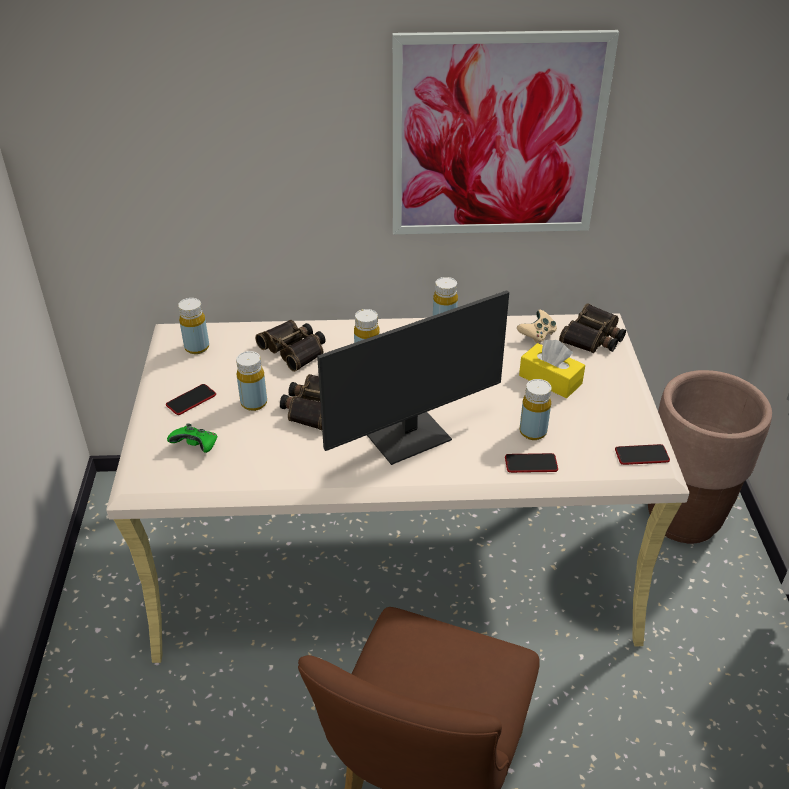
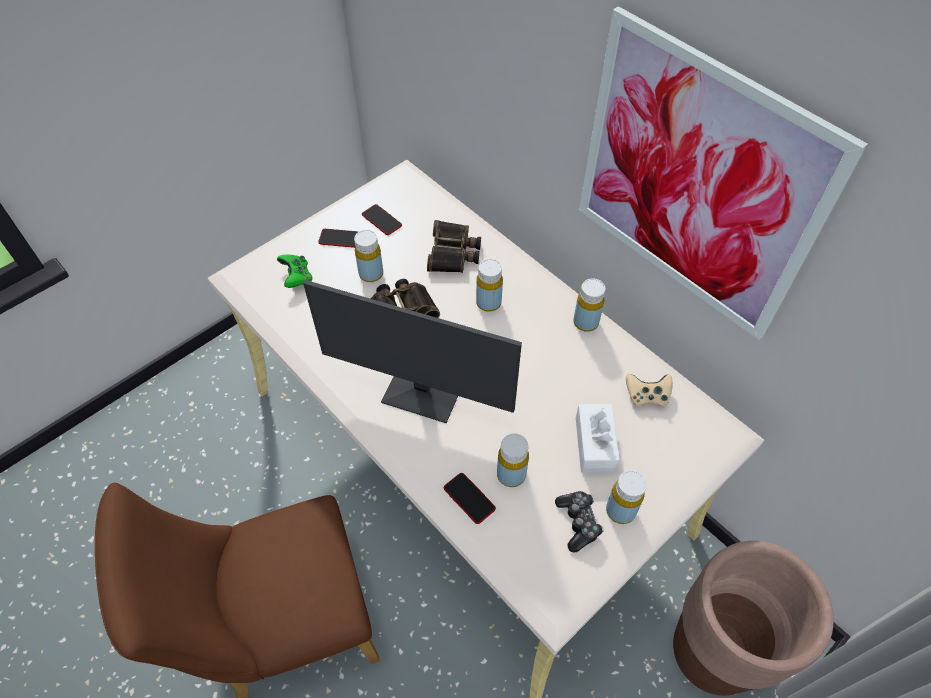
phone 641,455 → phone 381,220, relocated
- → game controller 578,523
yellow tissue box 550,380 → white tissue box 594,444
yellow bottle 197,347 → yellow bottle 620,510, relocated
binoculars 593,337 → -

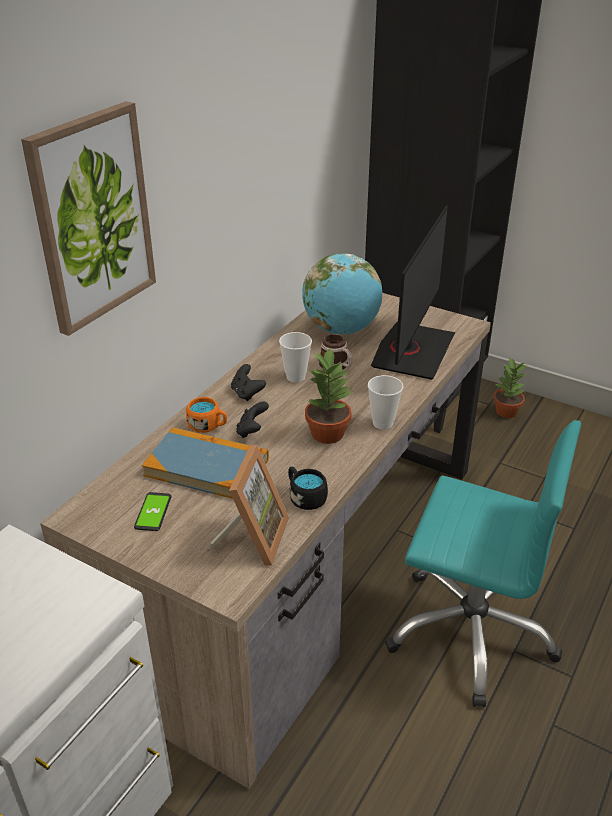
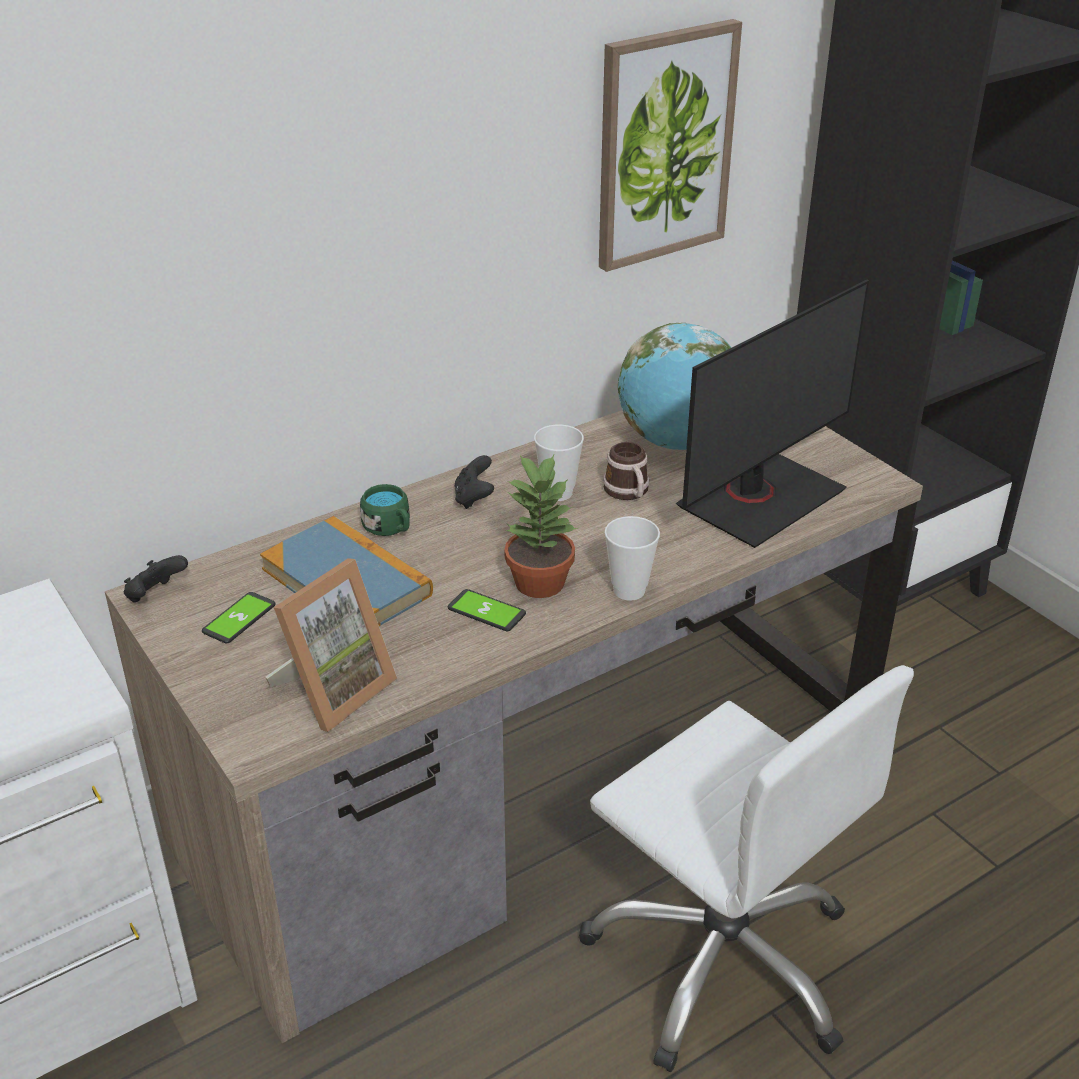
black game controller 252,431 → black game controller 155,596, relocated
orange mug 208,426 → green mug 390,528
- → phone 486,611
turquoise office chair 471,631 → white office chair 722,959
picture 92,218 → picture 664,145, relocated
black mug 305,497 → -
potted plant 506,412 → -

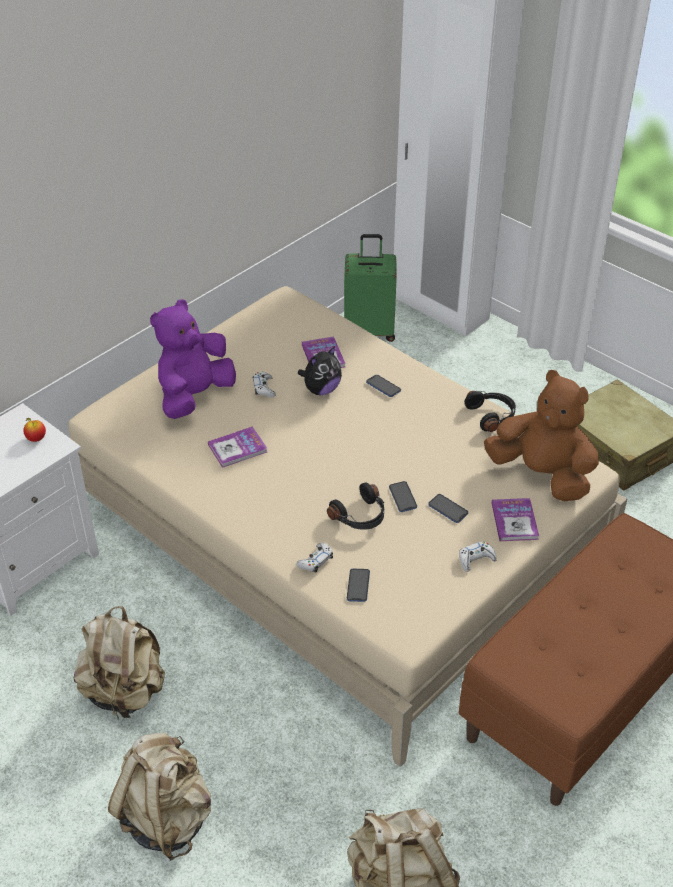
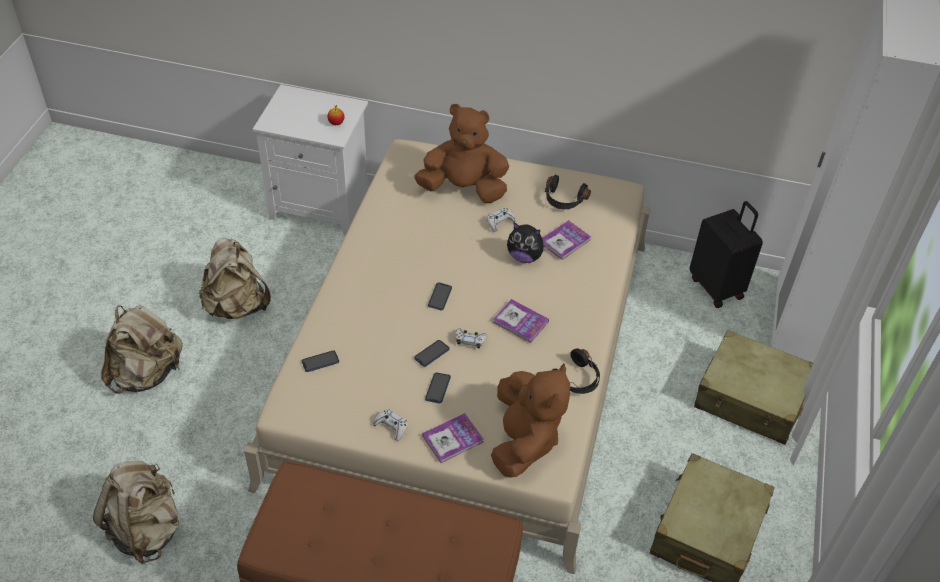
purple plush toy 194,396 → brown plush toy 463,189
phone 383,386 → phone 440,297, relocated
white game controller 315,561 → white game controller 470,340, relocated
book 237,448 → book 520,322, relocated
black headphones 360,516 → black headphones 563,200, relocated
green suitcase 370,331 → black suitcase 717,287
- → beige suitcase 751,399

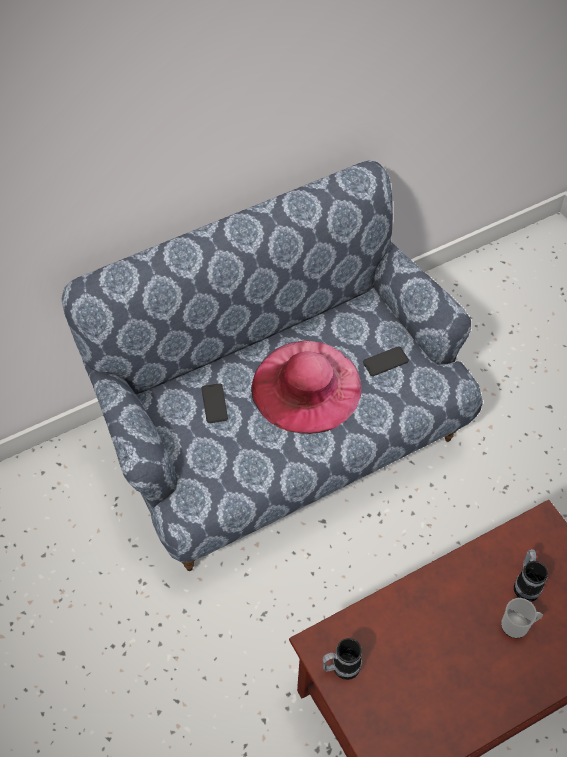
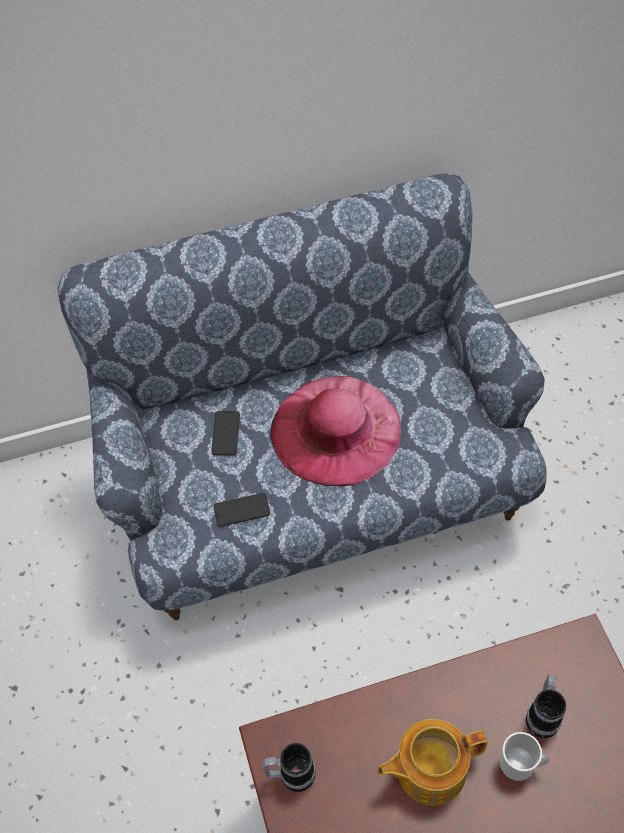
phone 385,361 → phone 241,510, relocated
- → teapot 429,769

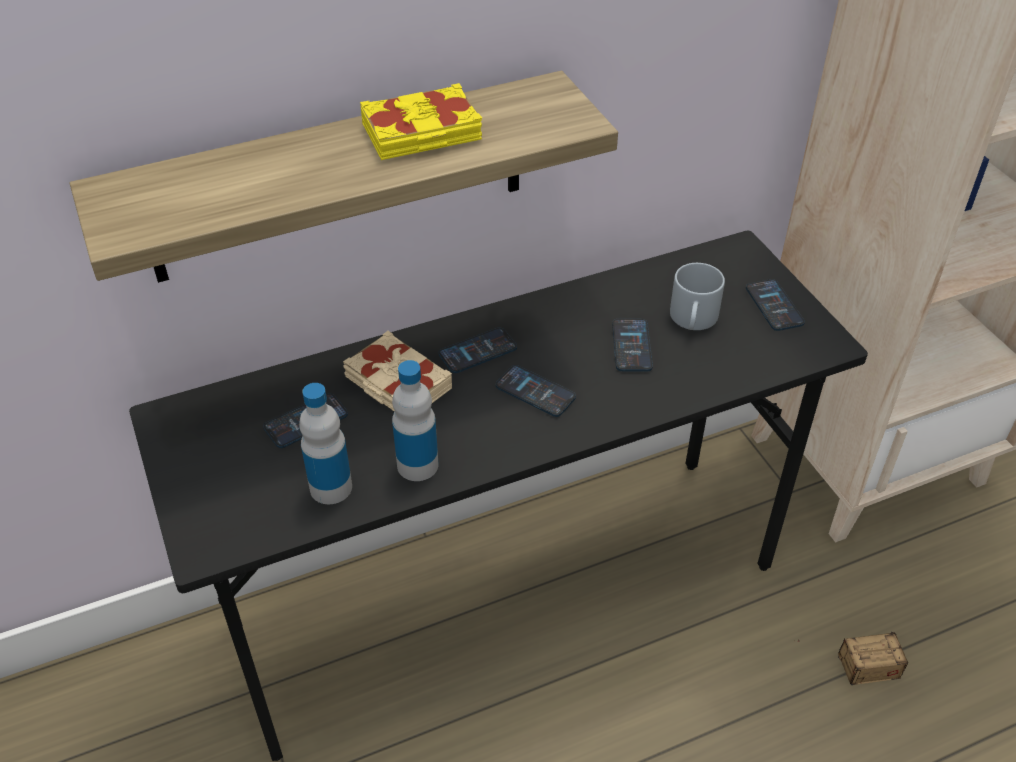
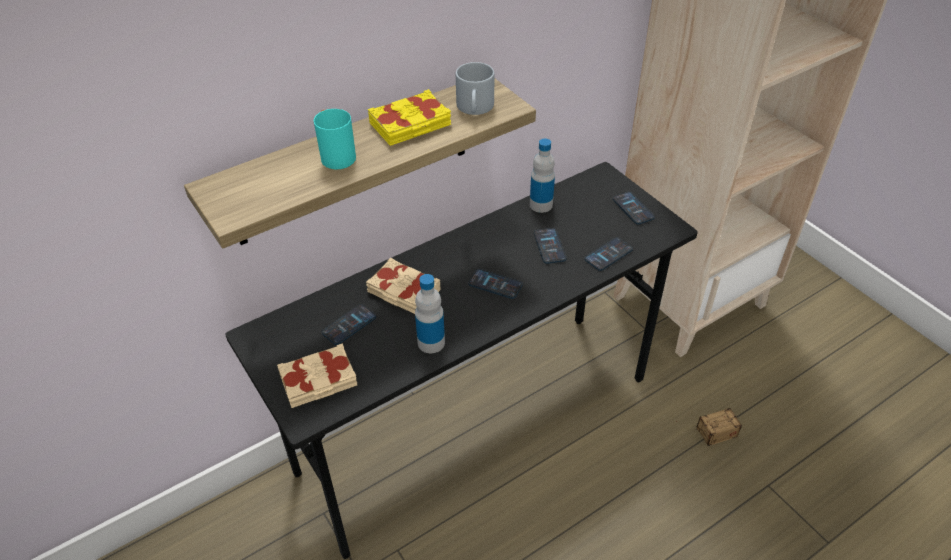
- → beige book 319,381
- → turquoise mug 335,155
grey mug 694,320 → grey mug 475,108, relocated
bottle 331,487 → bottle 541,205, relocated
phone 477,351 → phone 608,254, relocated

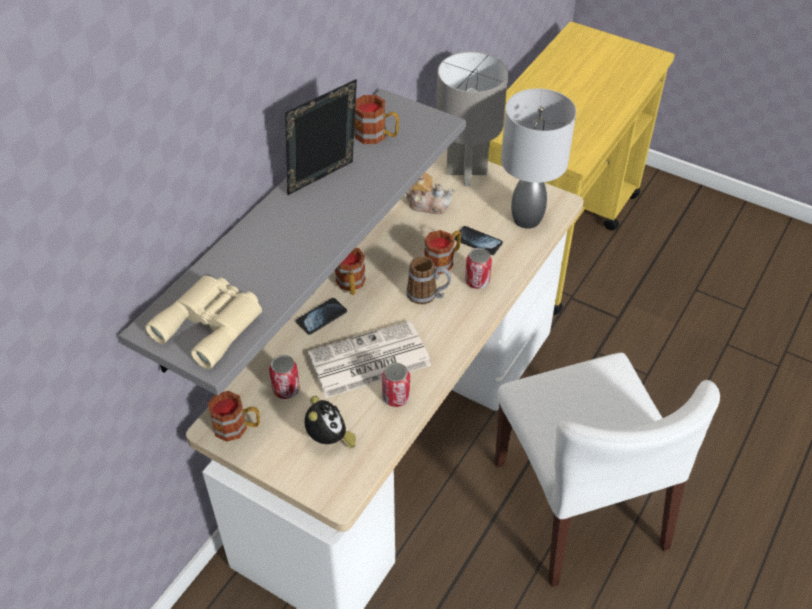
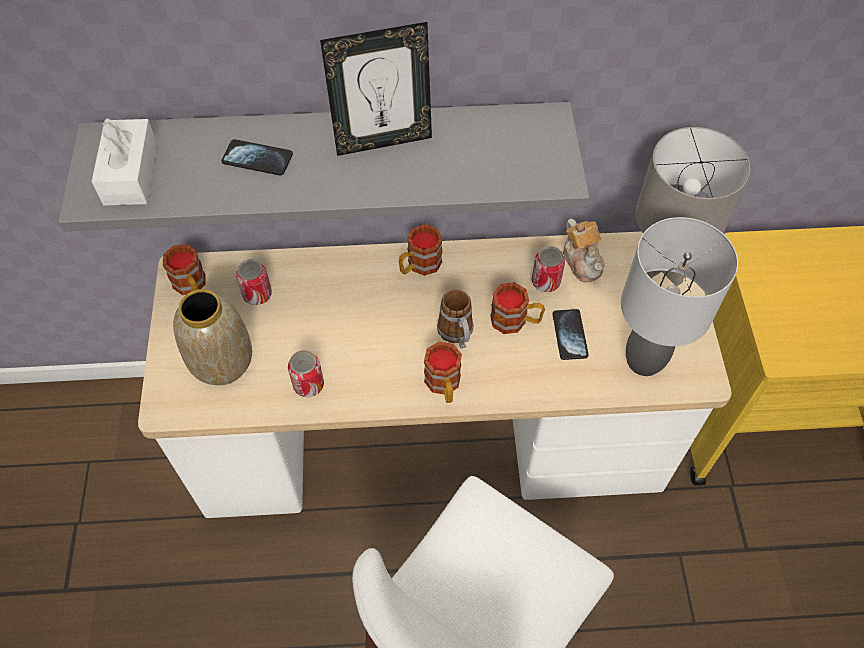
beige binoculars 212,324 → white tissue box 131,174
alarm clock 329,440 → vase 223,362
phone 321,317 → phone 257,159, relocated
picture frame 324,181 → picture frame 383,141, 150 degrees clockwise
mug 377,136 → mug 444,385, relocated
can 477,281 → can 545,282, relocated
newspaper 368,361 → -

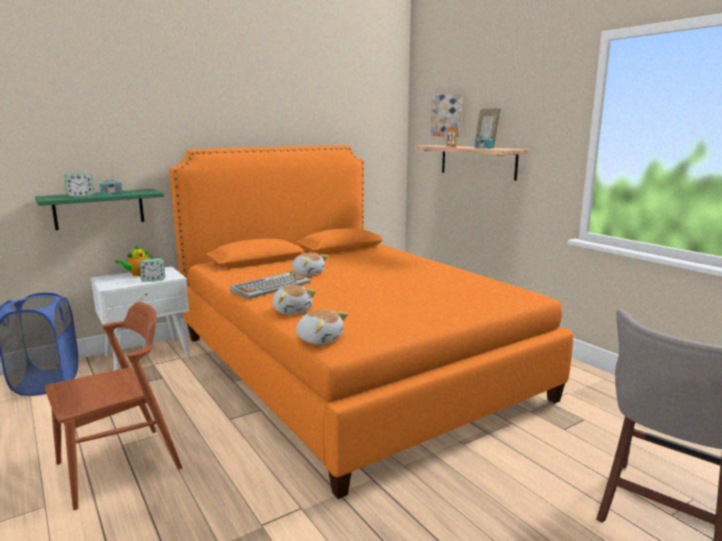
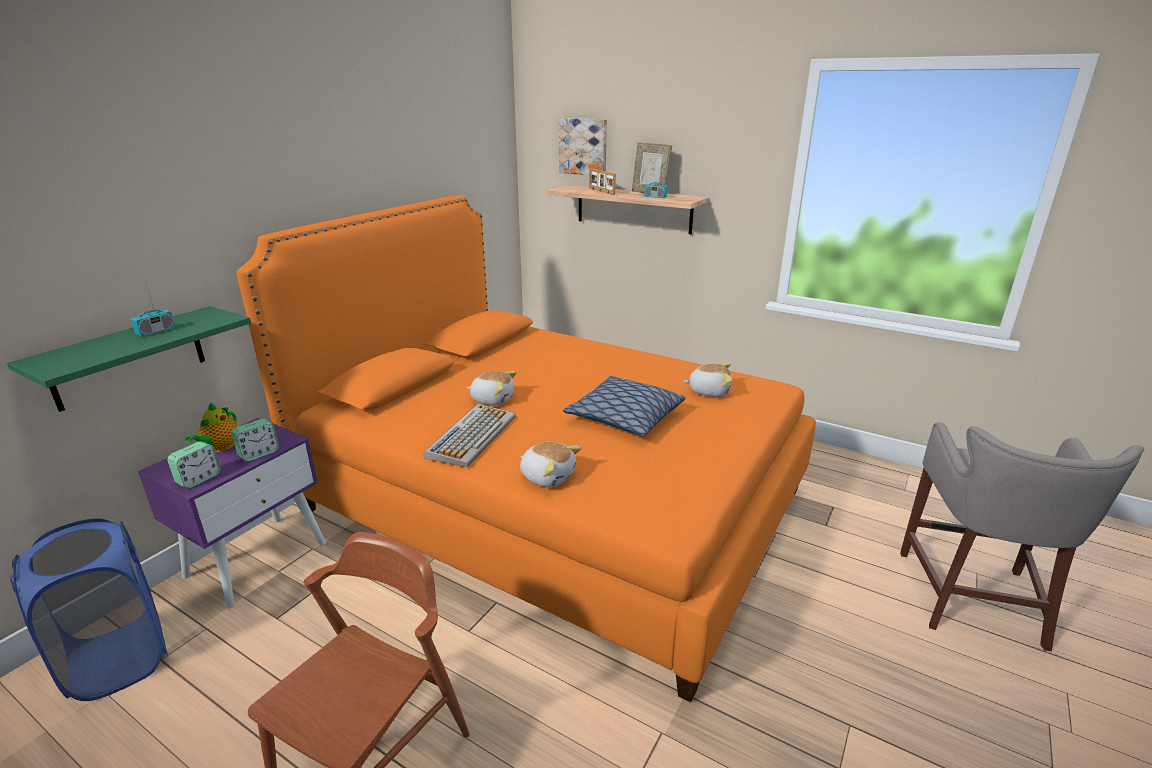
white nightstand 148,356 → purple nightstand 257,558
alarm clock 80,196 → alarm clock 199,479, relocated
- → pillow 624,417
plush toy 319,339 → plush toy 709,391, relocated

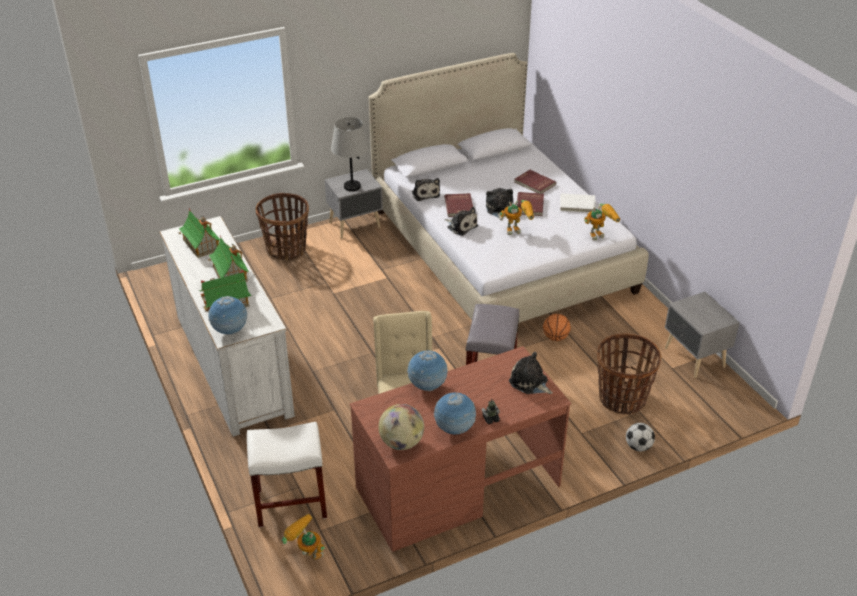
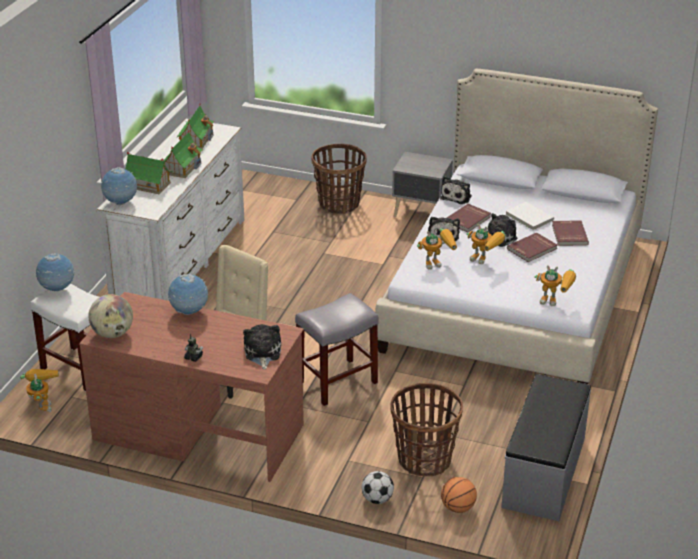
globe 454,429 → globe 57,289, relocated
- → toy robot 437,263
basketball 555,337 → basketball 458,508, relocated
grey nightstand 694,358 → grey bench 545,472
white book 577,205 → white book 528,218, relocated
grey table lamp 352,186 → -

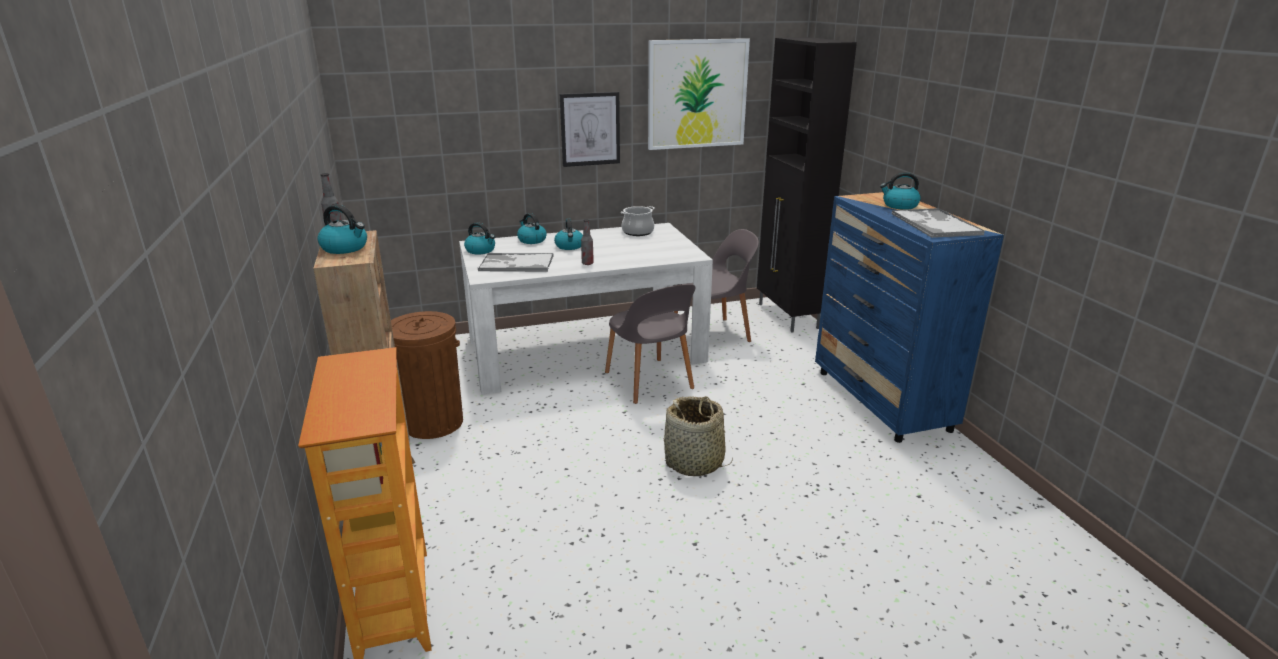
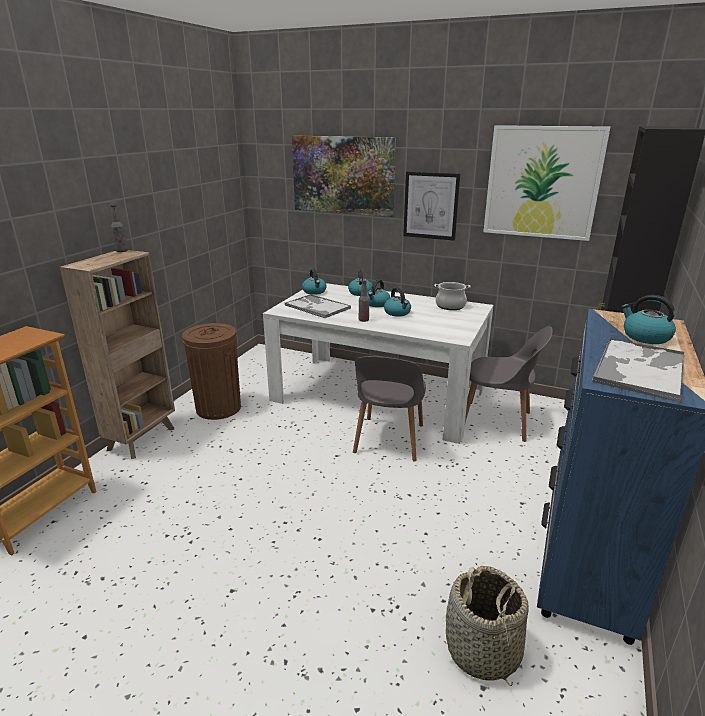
- → picture 343,175
kettle 345,248 → kettle 397,313, relocated
basket 694,462 → basket 482,651, relocated

